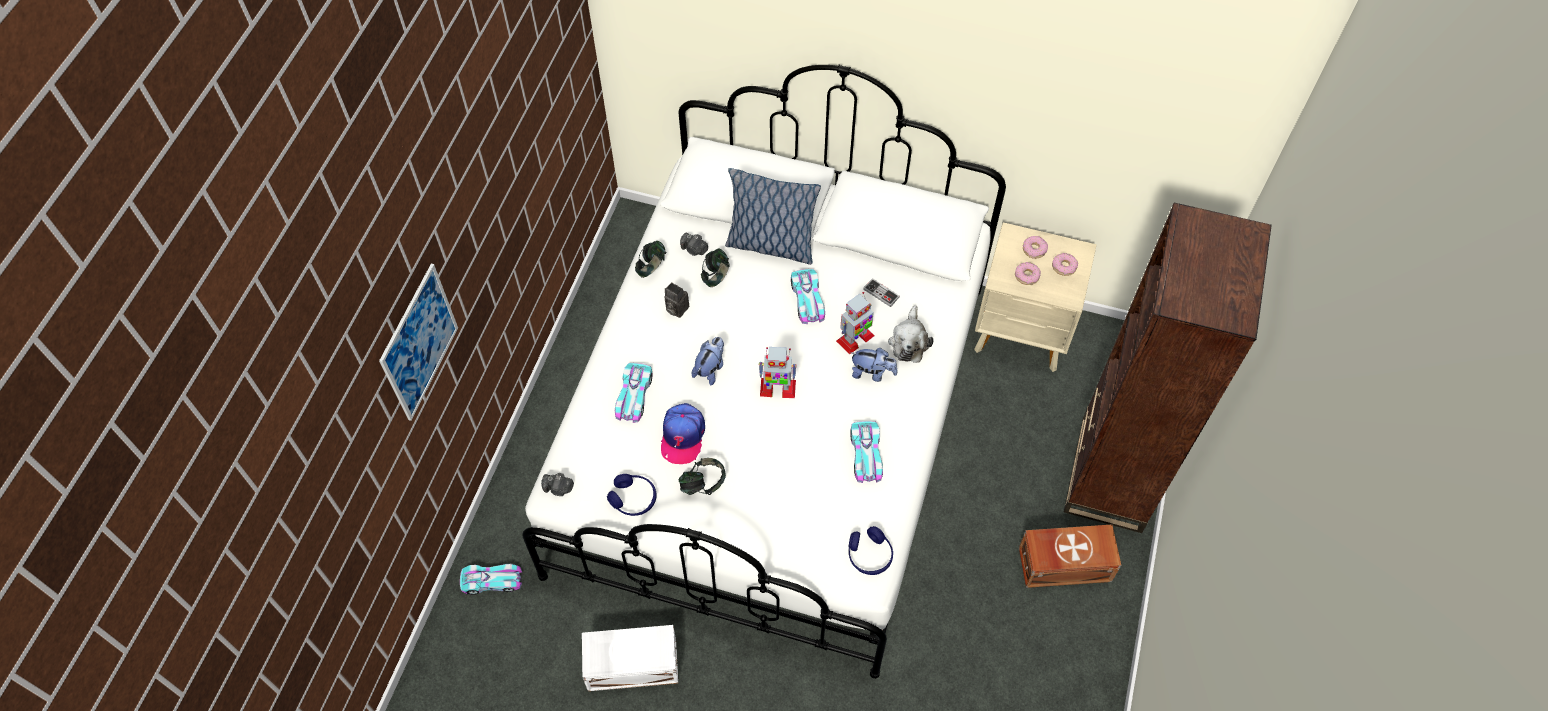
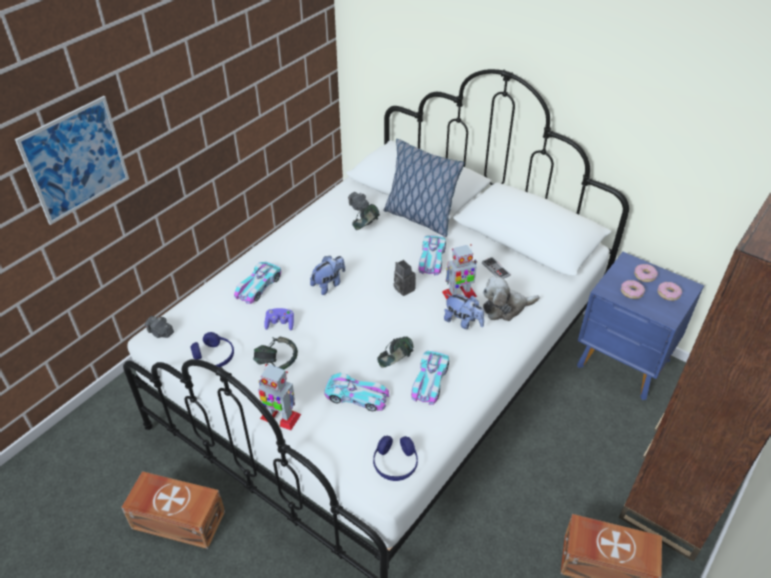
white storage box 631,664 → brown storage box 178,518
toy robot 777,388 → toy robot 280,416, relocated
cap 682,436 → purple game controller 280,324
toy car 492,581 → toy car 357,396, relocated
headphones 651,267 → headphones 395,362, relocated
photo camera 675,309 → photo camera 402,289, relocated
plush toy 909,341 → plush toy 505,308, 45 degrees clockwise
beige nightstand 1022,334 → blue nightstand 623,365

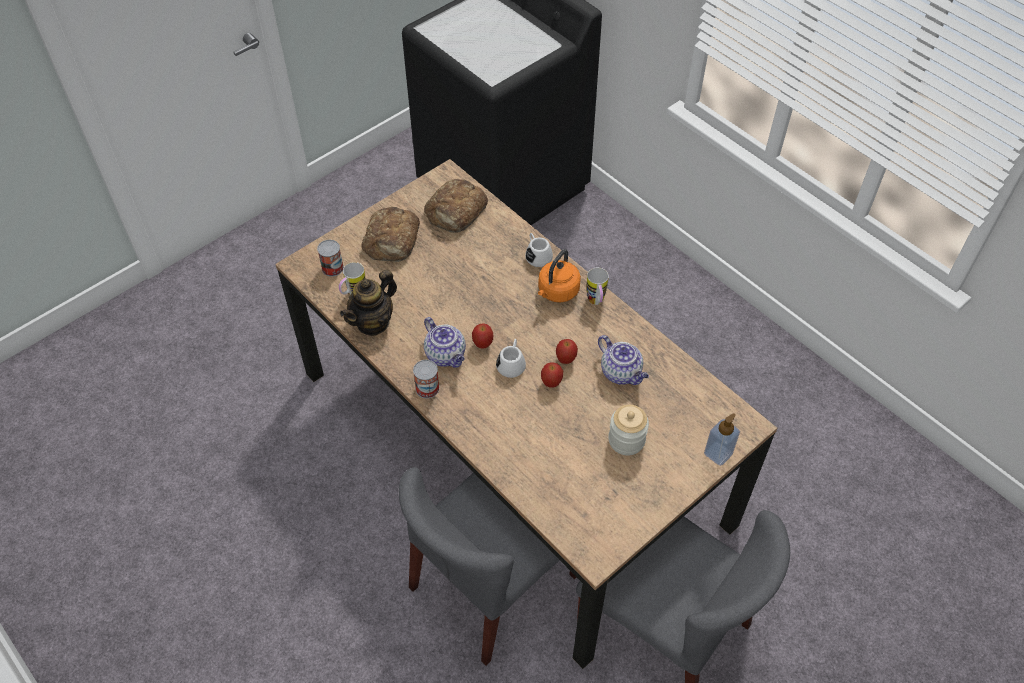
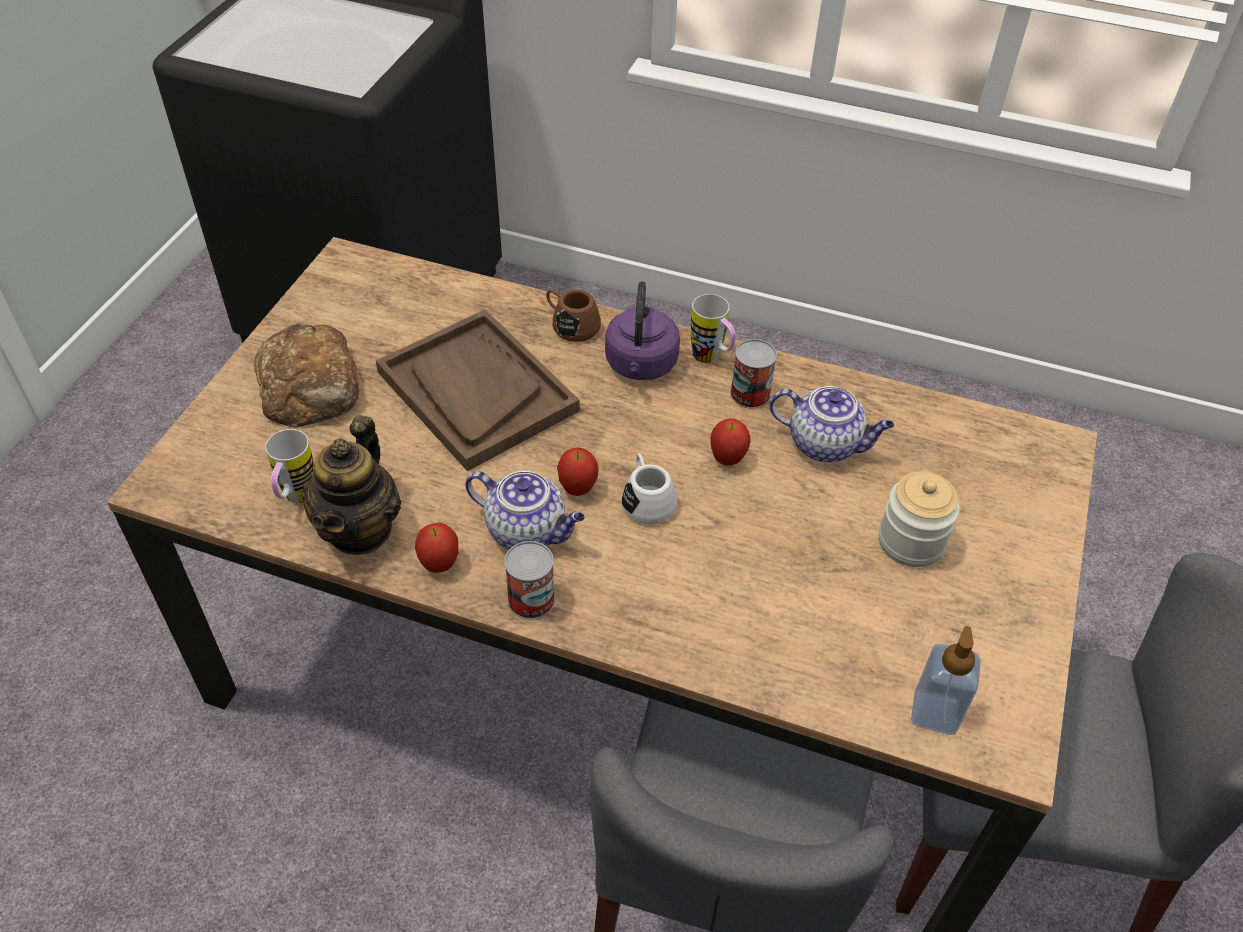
- → brown tray 476,391
apple 551,383 → apple 439,564, relocated
white mug 537,255 → brown mug 571,325
orange kettle 557,292 → purple kettle 640,366
can 332,268 → can 750,394, relocated
soap dispenser 718,453 → soap dispenser 935,712, relocated
bread 456,211 → -

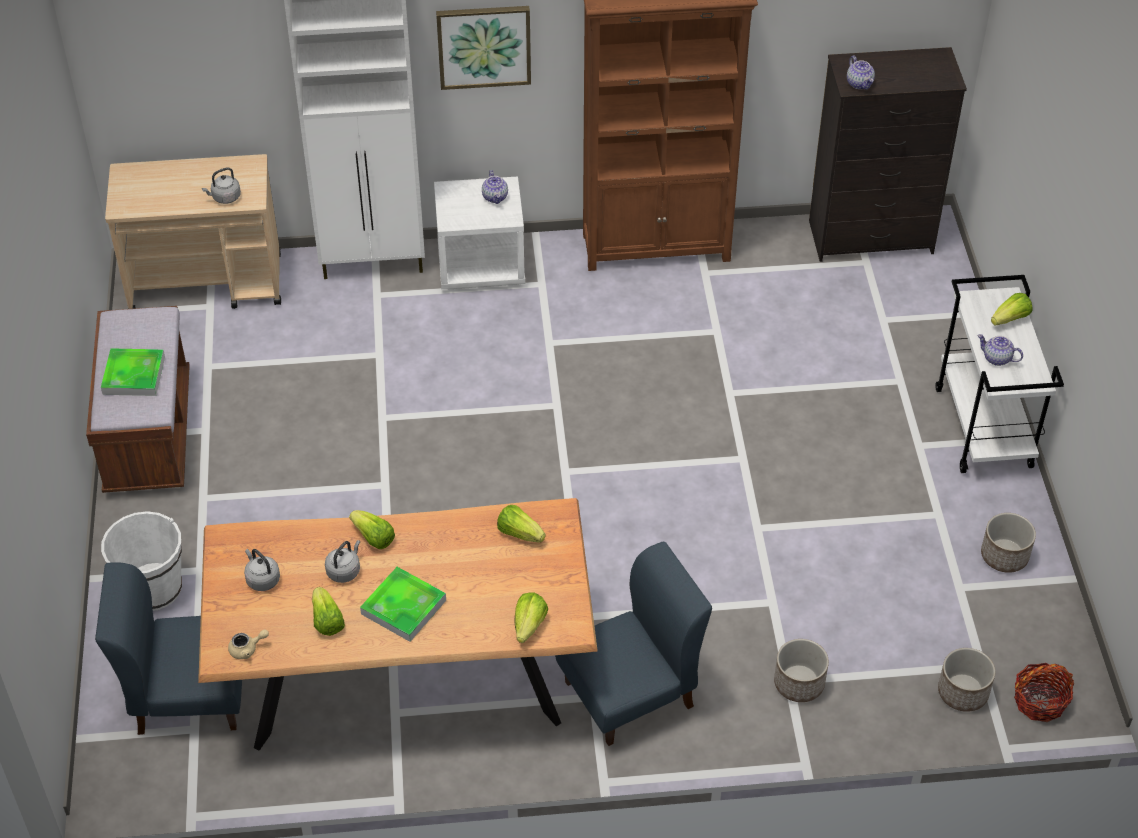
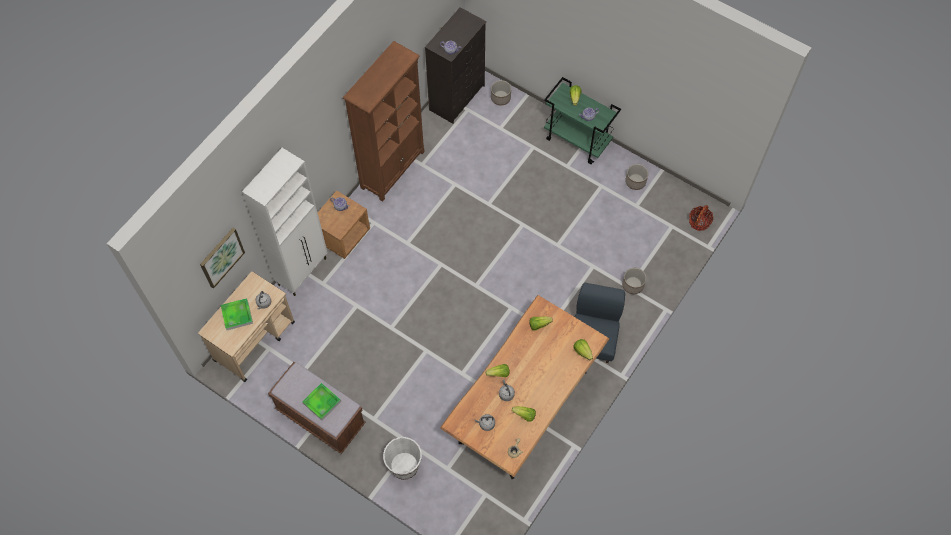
picture 484,46 → picture 221,257, relocated
tray 403,607 → tray 237,315, relocated
white nightstand 481,265 → brown nightstand 343,235
planter 963,693 → planter 501,98, relocated
white cart 984,428 → green cart 578,140
blue chair 188,695 → -

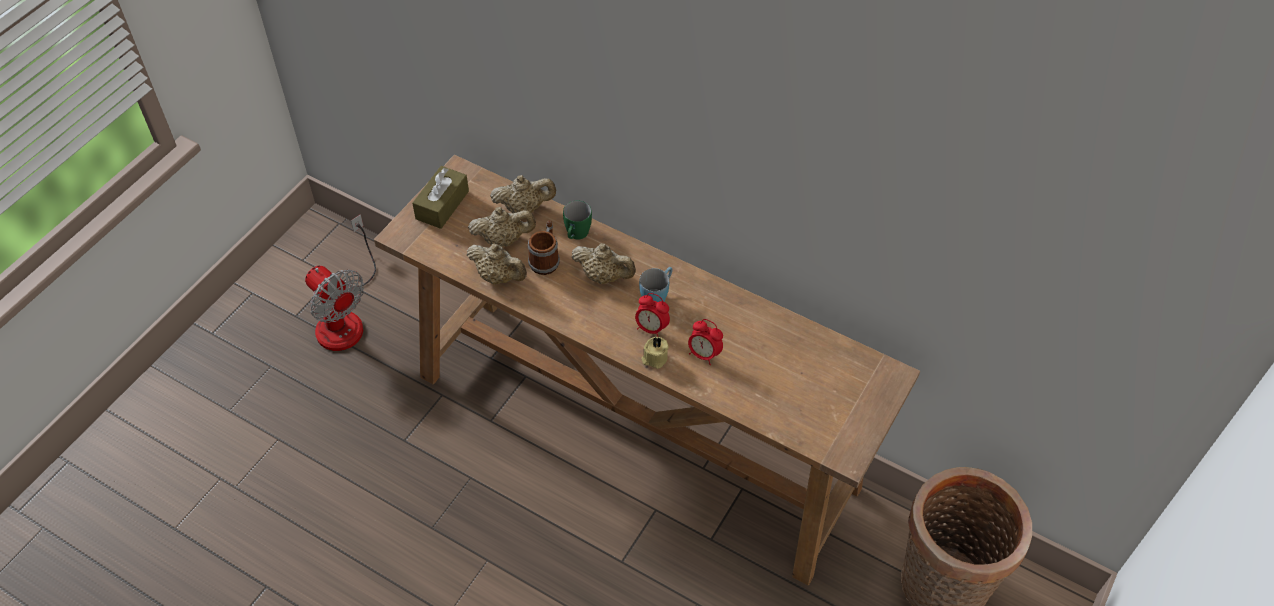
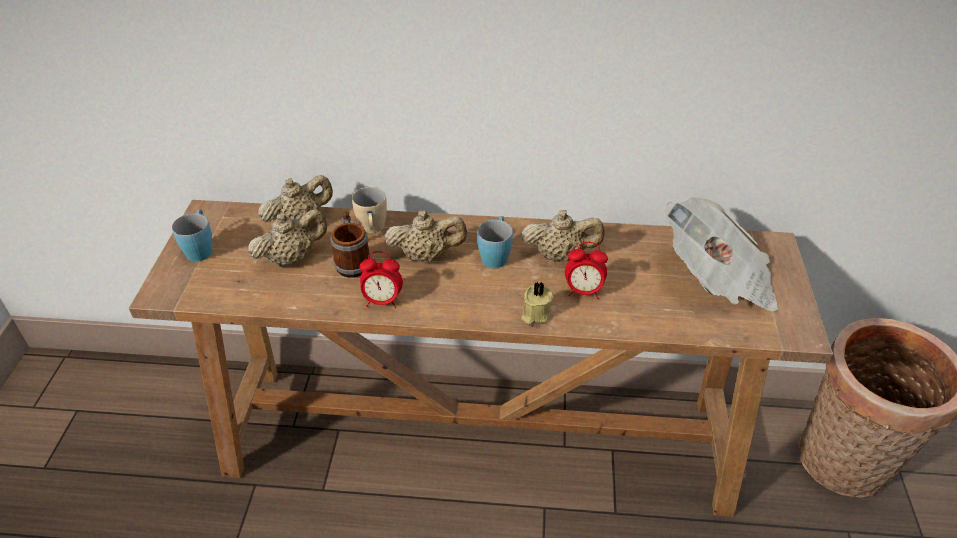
brown tissue box 442,205 → blue mug 201,248
green mug 576,235 → beige mug 372,229
alarm clock 651,328 → alarm clock 382,301, relocated
beige teapot 499,277 → beige teapot 560,255, relocated
- → newspaper 717,279
fan 344,316 → -

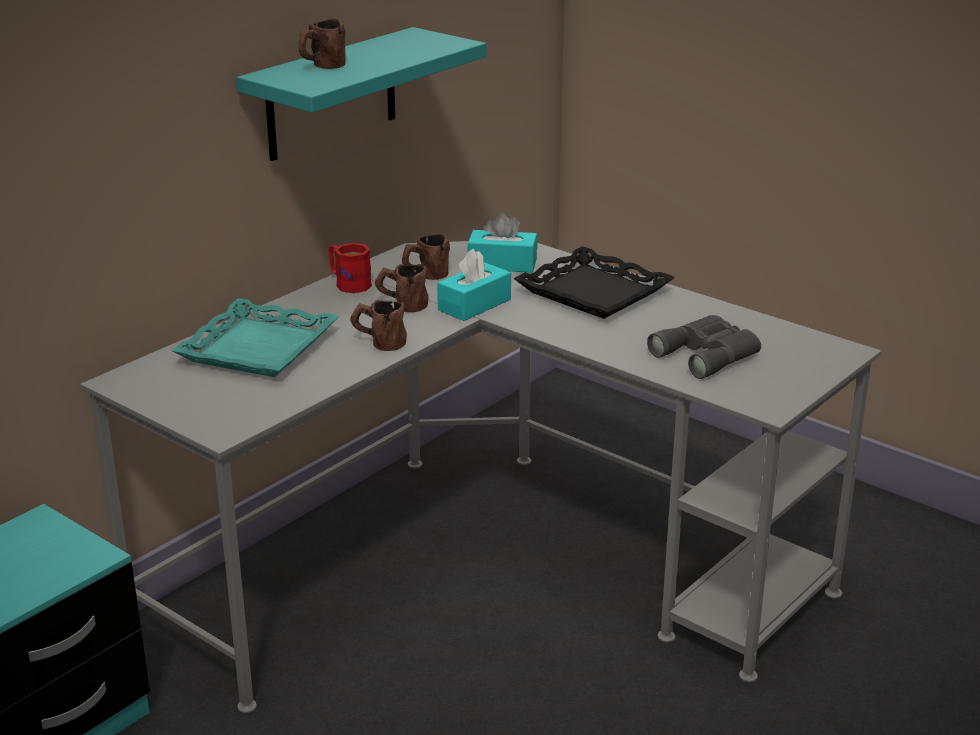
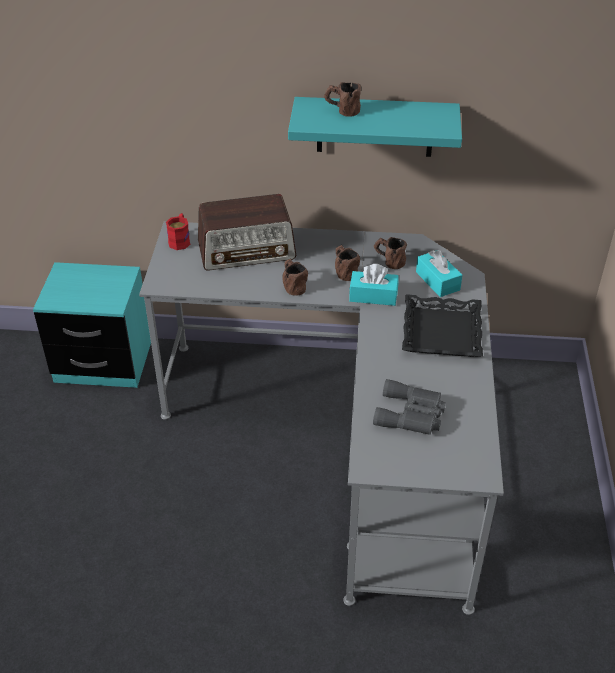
red mug 348,283 → red mug 180,240, relocated
turquoise tray 257,348 → radio 247,250

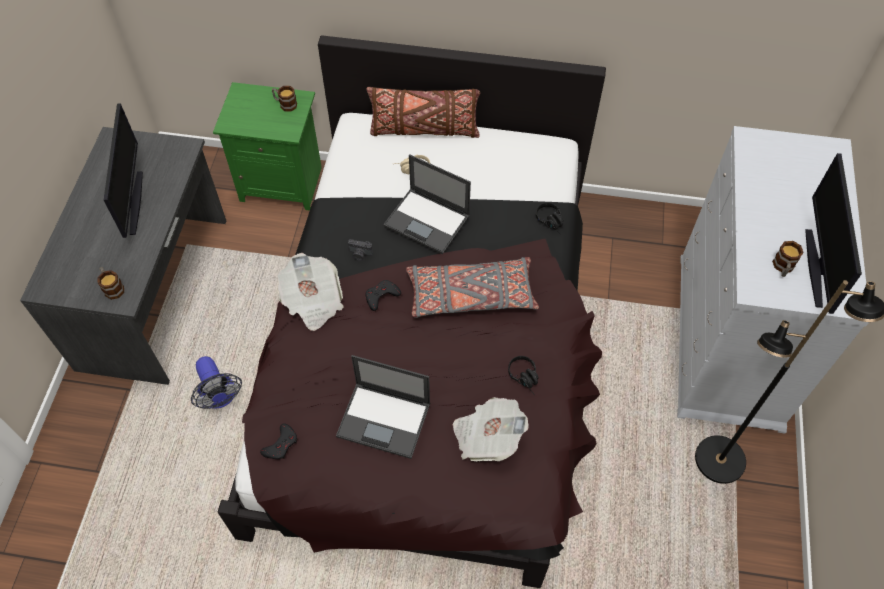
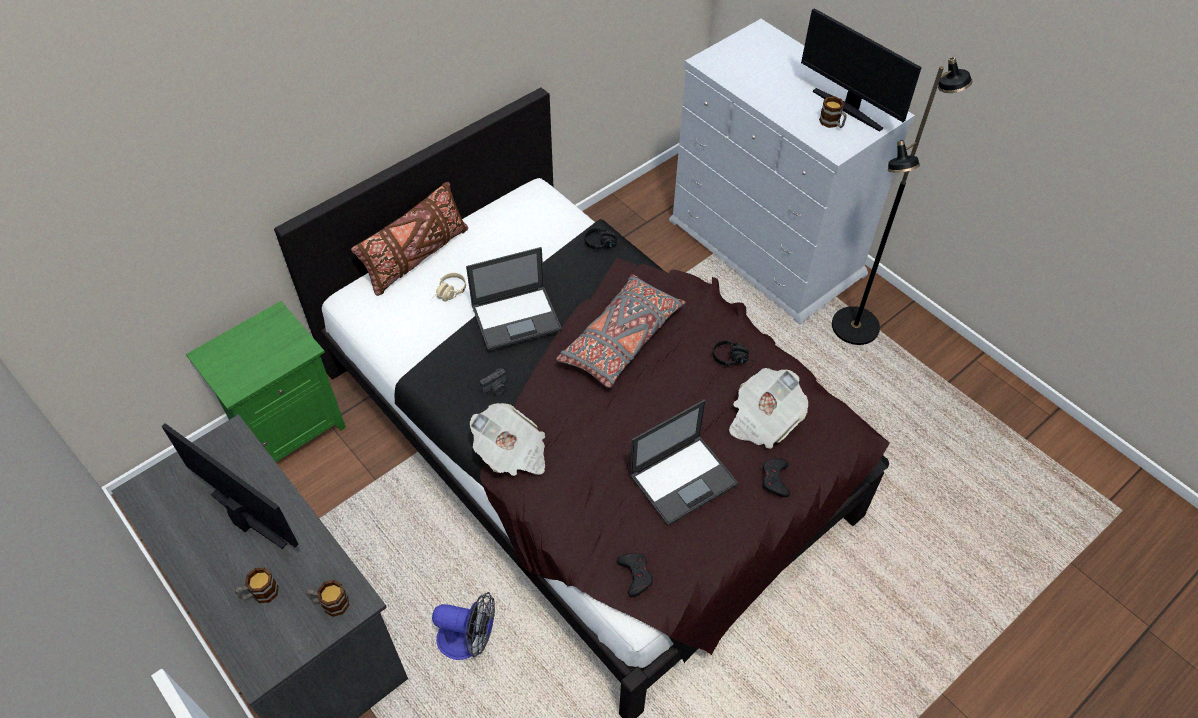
mug 285,104 → mug 260,594, relocated
black game controller 381,296 → black game controller 775,479, relocated

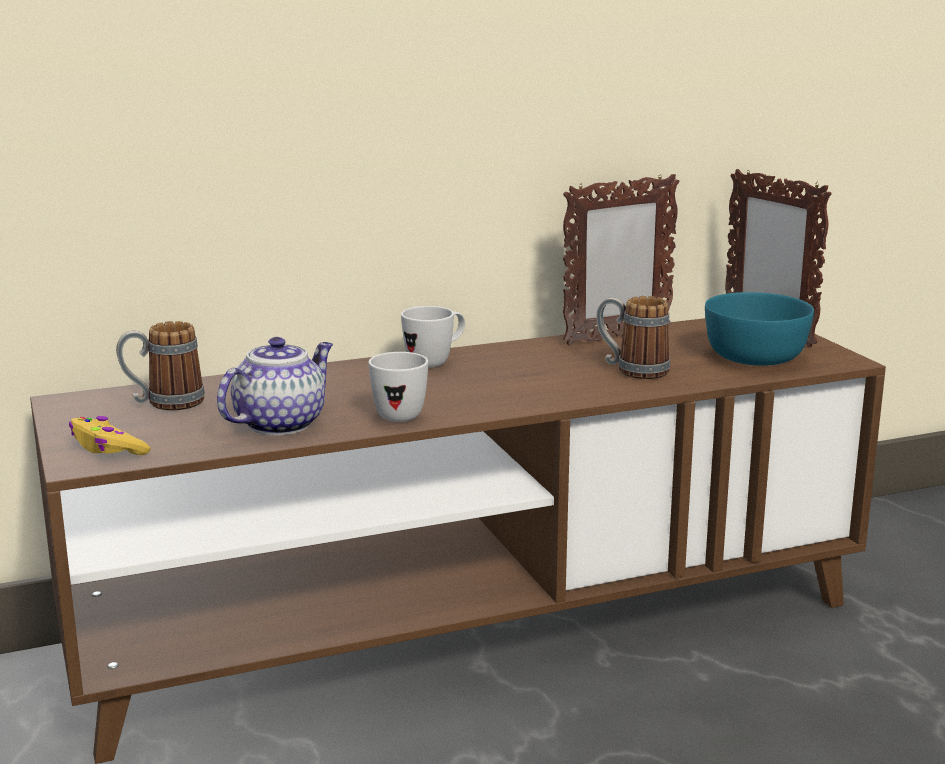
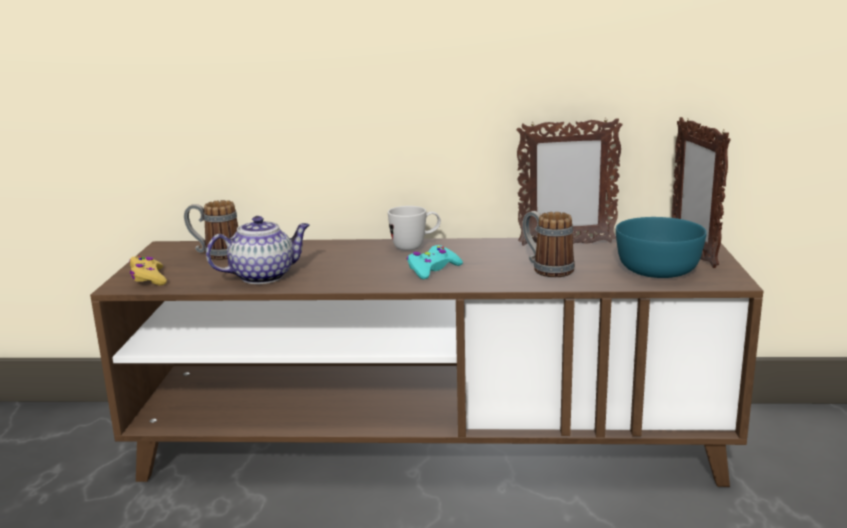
- → turquoise game controller 432,269
white mug 401,413 → -

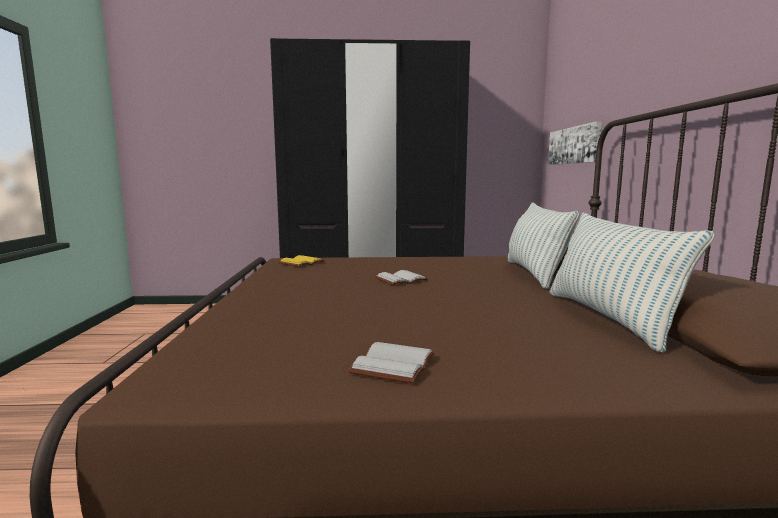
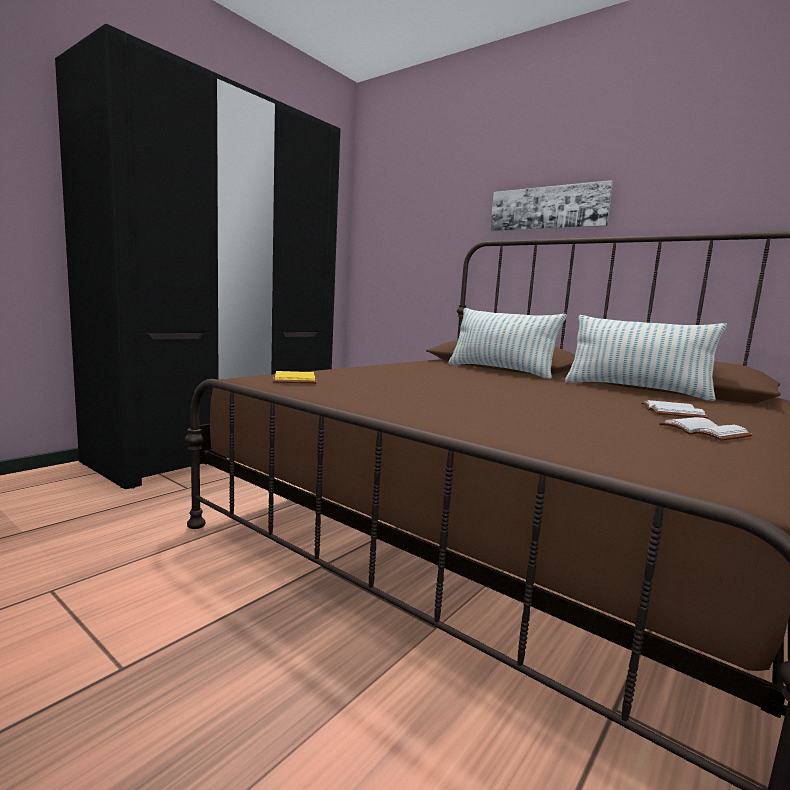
picture 574,145 → picture 548,208, relocated
white book 400,280 → white book 670,412, relocated

